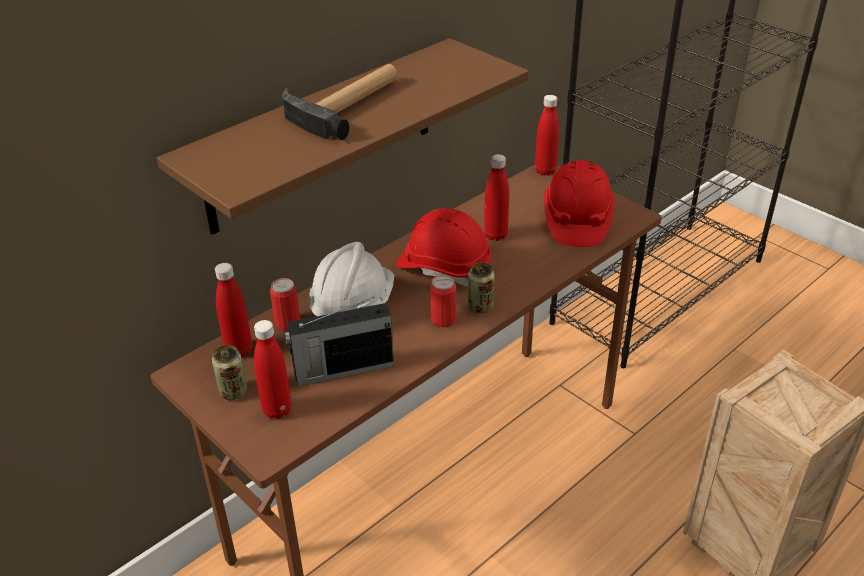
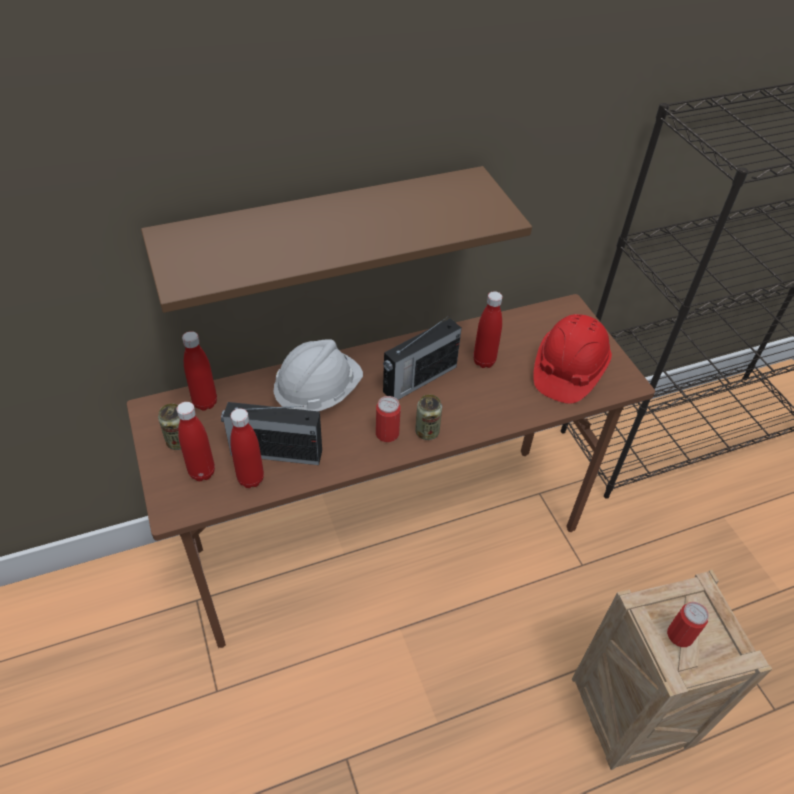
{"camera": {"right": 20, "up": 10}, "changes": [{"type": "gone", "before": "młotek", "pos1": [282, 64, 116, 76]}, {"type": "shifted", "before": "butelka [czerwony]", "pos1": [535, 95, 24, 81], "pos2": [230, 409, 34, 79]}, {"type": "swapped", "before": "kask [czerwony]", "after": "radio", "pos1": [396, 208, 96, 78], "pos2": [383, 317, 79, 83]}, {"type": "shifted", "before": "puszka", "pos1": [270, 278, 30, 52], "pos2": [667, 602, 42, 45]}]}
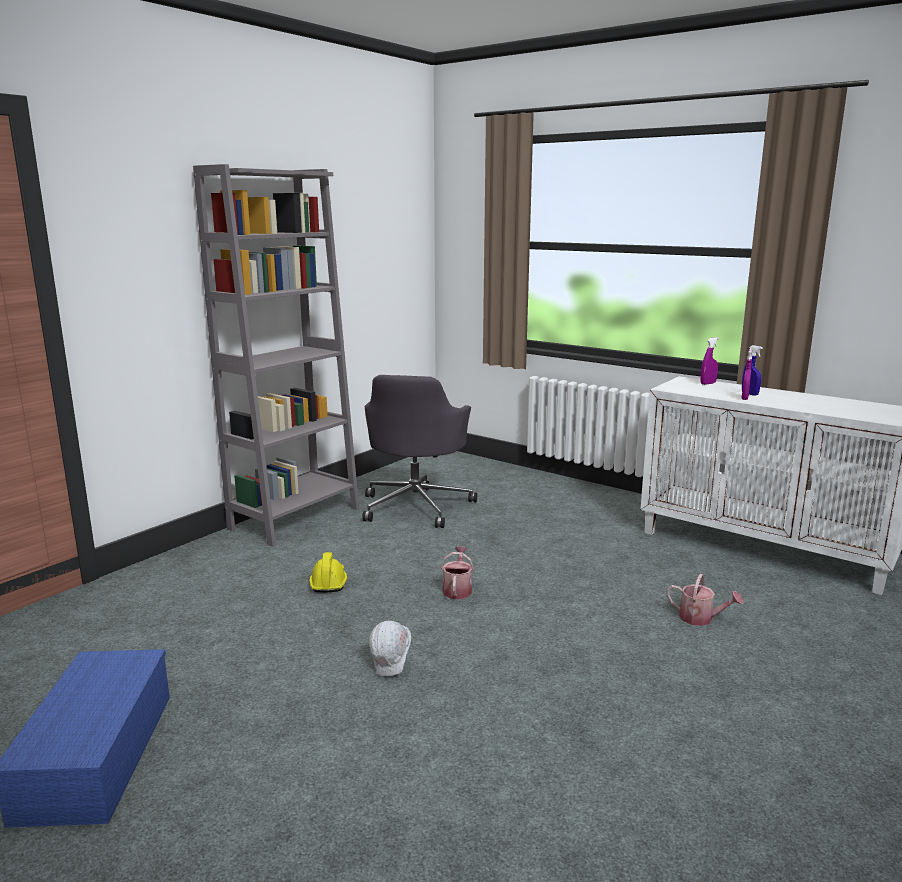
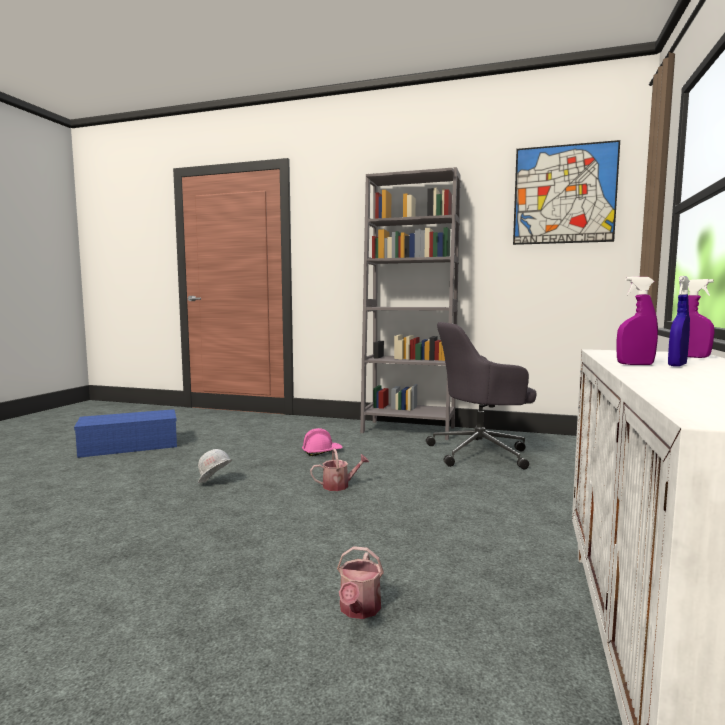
{"camera": {"right": 70, "up": -10}, "changes": [{"type": "repainted", "before": "kask [żółty]", "after": "kask [różowy]", "pos1": [309, 552, 38, 40], "pos2": [302, 428, 41, 28]}, {"type": "new", "after": "obraz", "pos2": [513, 140, 107, 105]}]}
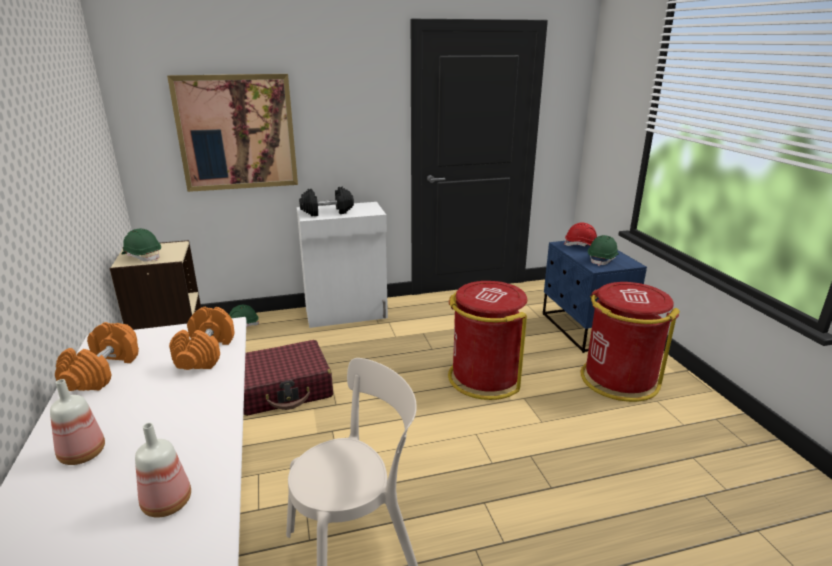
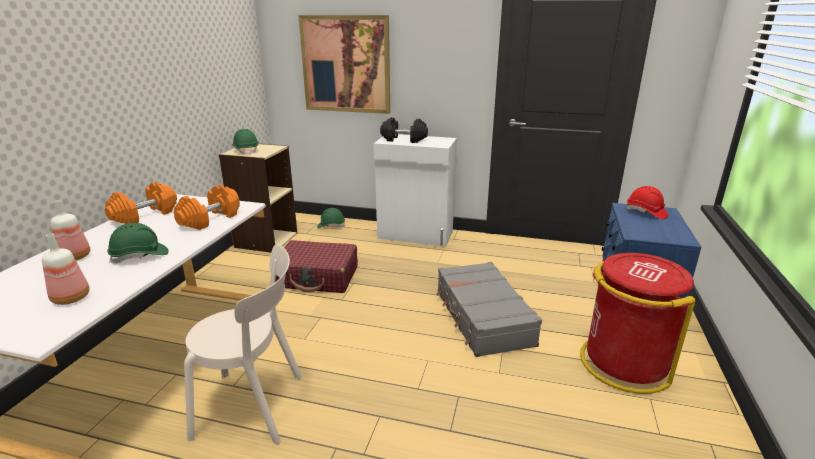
{"camera": {"right": 30, "up": 0}, "changes": [{"type": "shifted", "before": "kask [zielony]", "pos1": [588, 235, 31, 31], "pos2": [107, 223, 62, 41]}, {"type": "swapped", "before": "kosz na śmieci [czerwony]", "after": "walizka [szary]", "pos1": [448, 281, 79, 119], "pos2": [437, 262, 105, 95]}]}
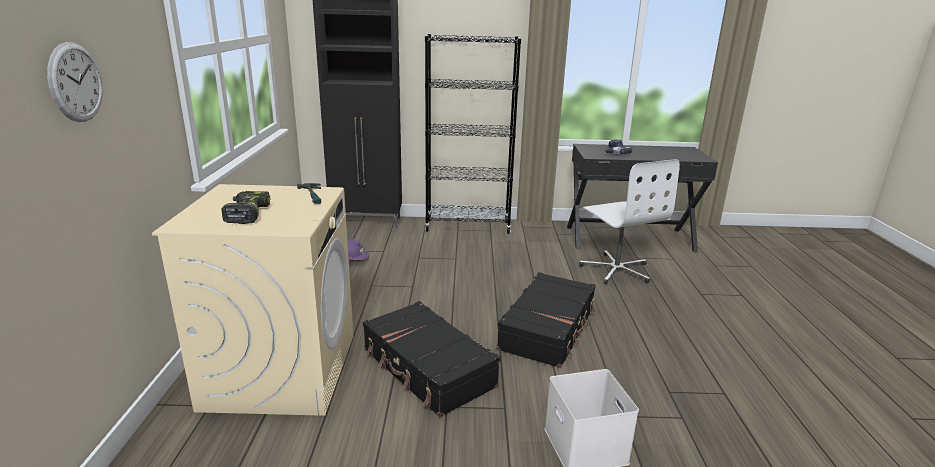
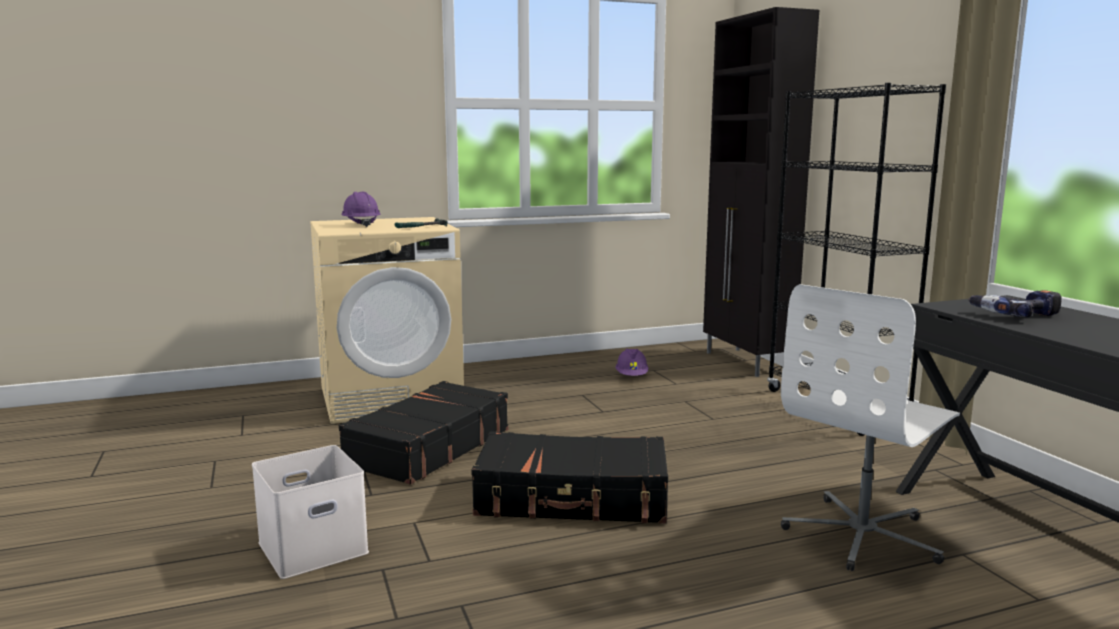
{"camera": {"right": 70, "up": -10}, "changes": [{"type": "gone", "before": "zegar ścienny", "pos1": [47, 42, 56, 80]}, {"type": "swapped", "before": "wiertarka", "after": "kask [fioletowy]", "pos1": [221, 191, 49, 33], "pos2": [342, 191, 38, 36]}]}
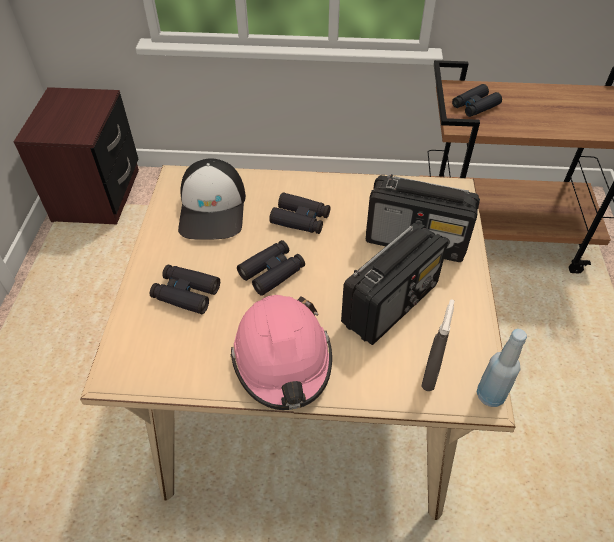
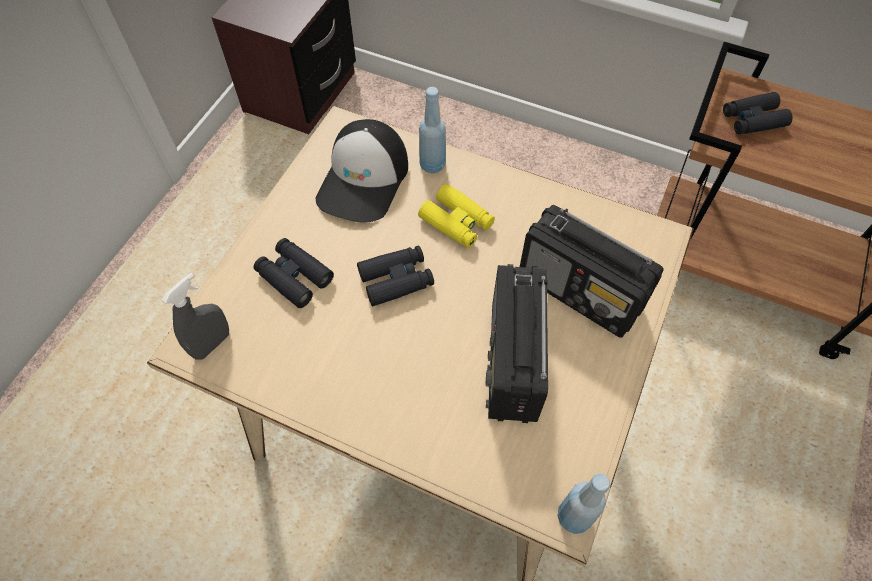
{"camera": {"right": 20, "up": 10}, "changes": [{"type": "repainted", "before": "lornetka [czarny]", "after": "lornetka [żółty]", "pos1": [269, 192, 61, 42], "pos2": [418, 184, 77, 64]}, {"type": "rotated", "before": "radio", "pos1": [341, 223, 107, 122], "pos2": [486, 264, 62, 159], "turn": 120}, {"type": "gone", "before": "kask [różowy]", "pos1": [231, 295, 101, 115]}, {"type": "shifted", "before": "spryskiwacz [szary]", "pos1": [421, 299, 33, 92], "pos2": [162, 273, 67, 87]}, {"type": "new", "after": "butelka [niebieski]", "pos2": [419, 87, 27, 86]}]}
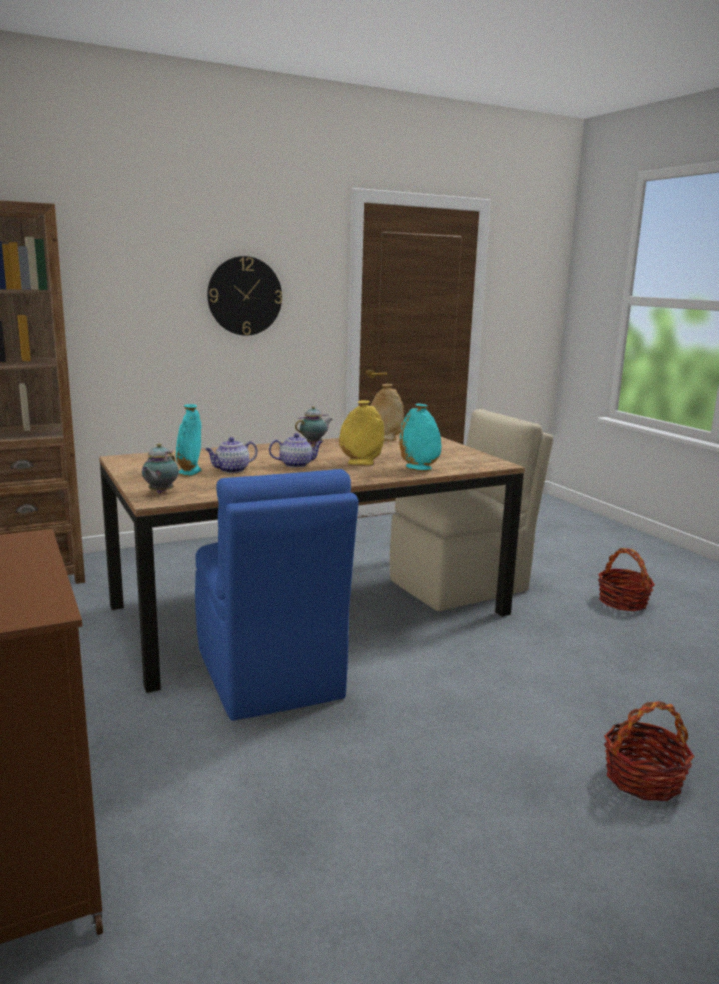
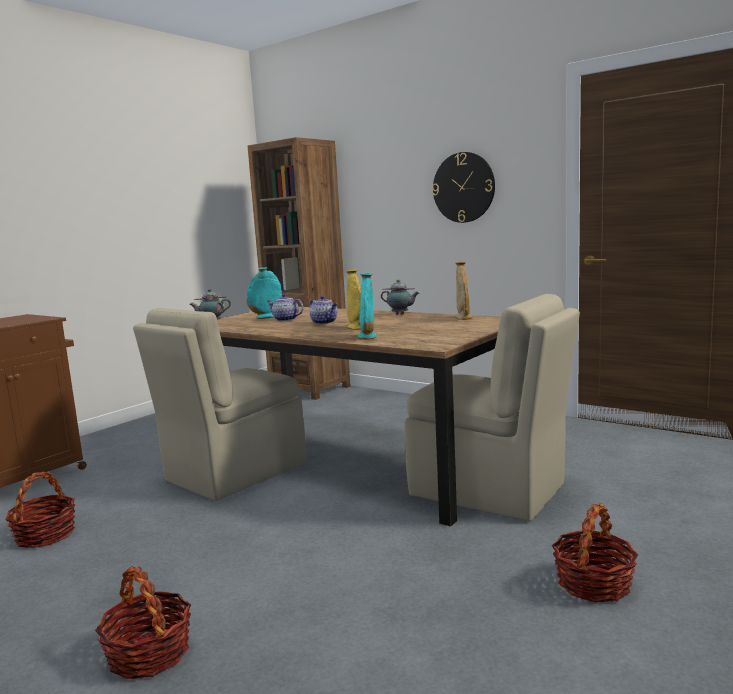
{"camera": {"right": 65, "up": -5}, "changes": [{"type": "repainted", "before": "krzesło [niebieski]", "after": "krzesło [beżowy]", "pos1": [195, 469, 163, 252], "pos2": [133, 308, 173, 193]}, {"type": "new", "after": "koszyk", "pos2": [5, 472, 70, 76]}]}
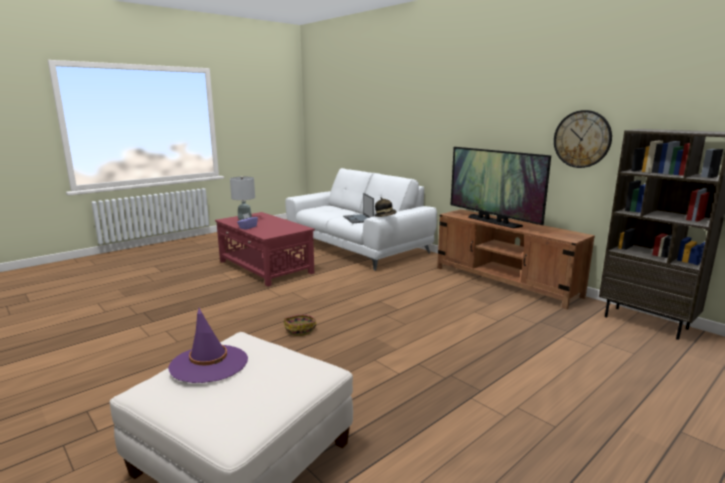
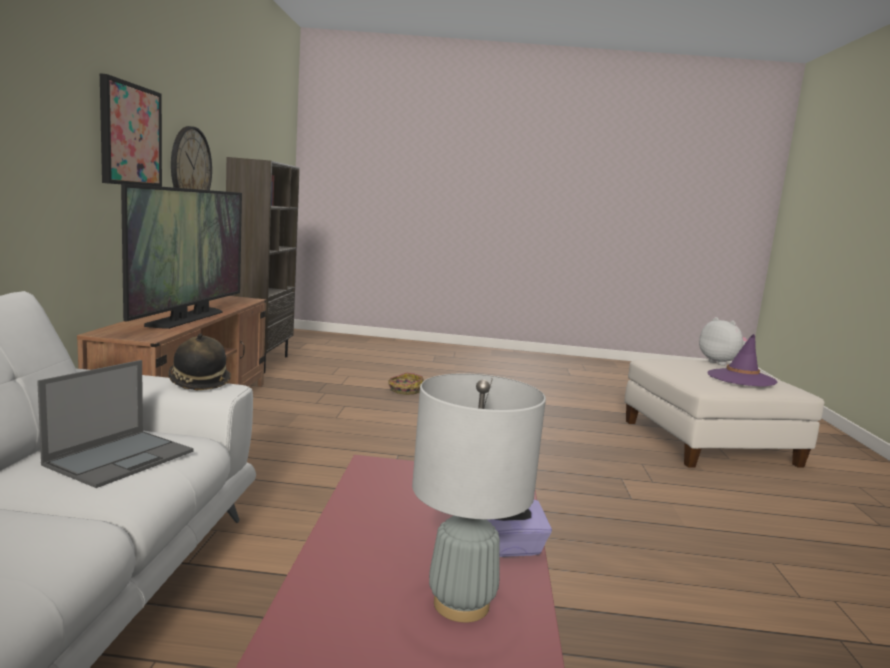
{"camera": {"right": -135, "up": -5}, "changes": [{"type": "shifted", "before": "koszyk", "pos1": [284, 315, 32, 21], "pos2": [388, 373, 36, 22]}, {"type": "new", "after": "obraz", "pos2": [100, 73, 62, 114]}, {"type": "new", "after": "pluszak", "pos2": [699, 317, 48, 49]}]}
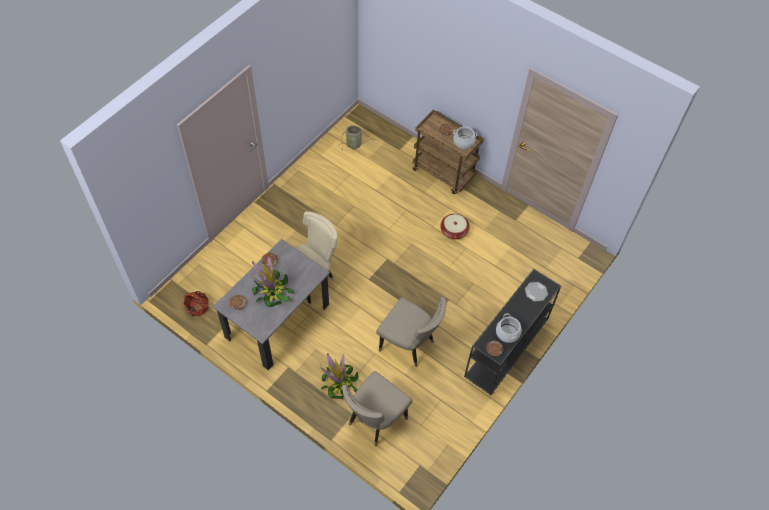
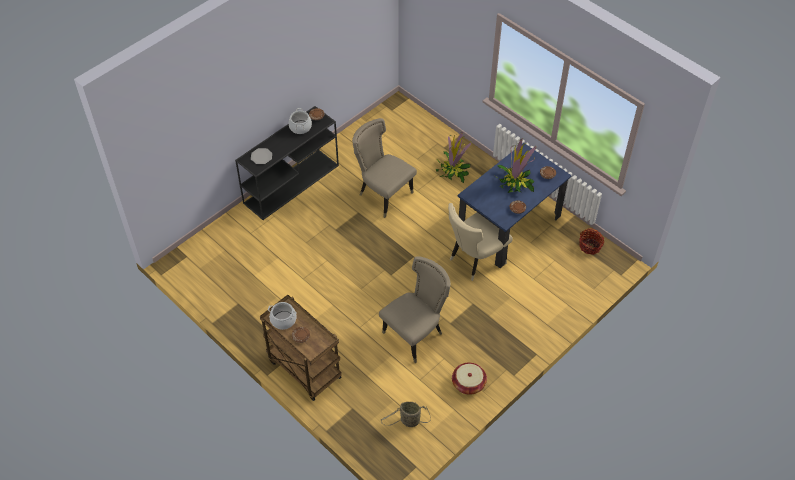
{"camera": {"right": -170, "up": -5}, "changes": [{"type": "shifted", "before": "koszyk", "pos1": [440, 214, 30, 25], "pos2": [452, 363, 35, 32]}, {"type": "repainted", "before": "stół jadalny [szary]", "after": "stół jadalny [niebieski]", "pos1": [213, 239, 117, 131], "pos2": [458, 143, 114, 125]}, {"type": "shifted", "before": "krzesło [beżowy]", "pos1": [342, 371, 70, 75], "pos2": [379, 256, 72, 107]}]}
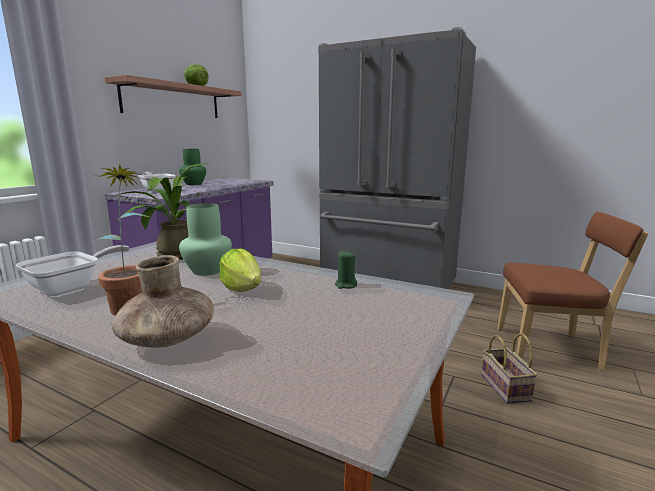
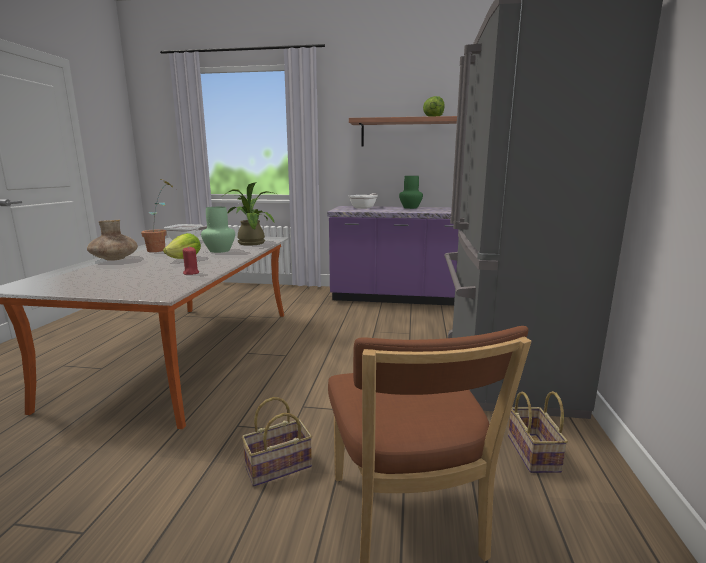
{"camera": {"right": 70, "up": 0}, "changes": [{"type": "repainted", "before": "świeca [zielony]", "after": "świeca [czerwony]", "pos1": [335, 250, 22, 39], "pos2": [183, 246, 16, 29]}, {"type": "new", "after": "koszyk", "pos2": [508, 391, 60, 82]}]}
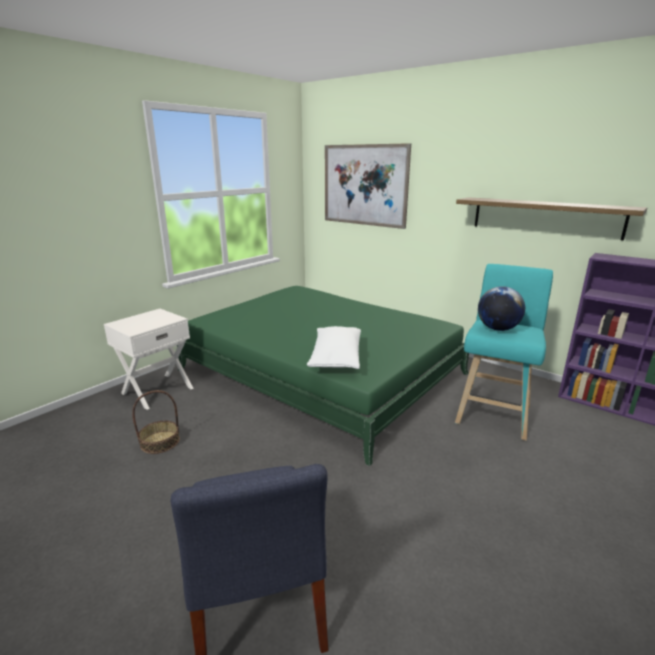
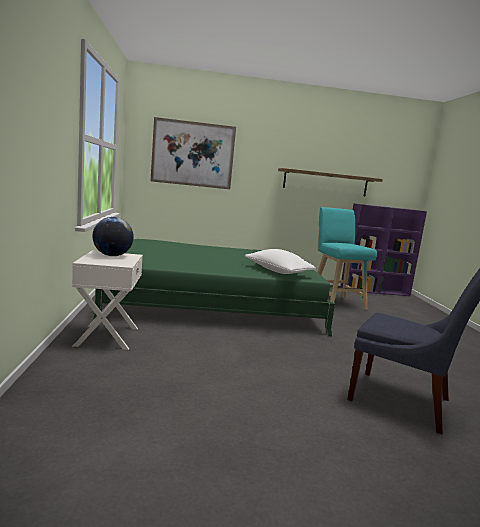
{"camera": {"right": -45, "up": -10}, "changes": [{"type": "shifted", "before": "globus", "pos1": [478, 286, 47, 45], "pos2": [92, 217, 42, 39]}, {"type": "gone", "before": "koszyk", "pos1": [132, 390, 48, 64]}]}
